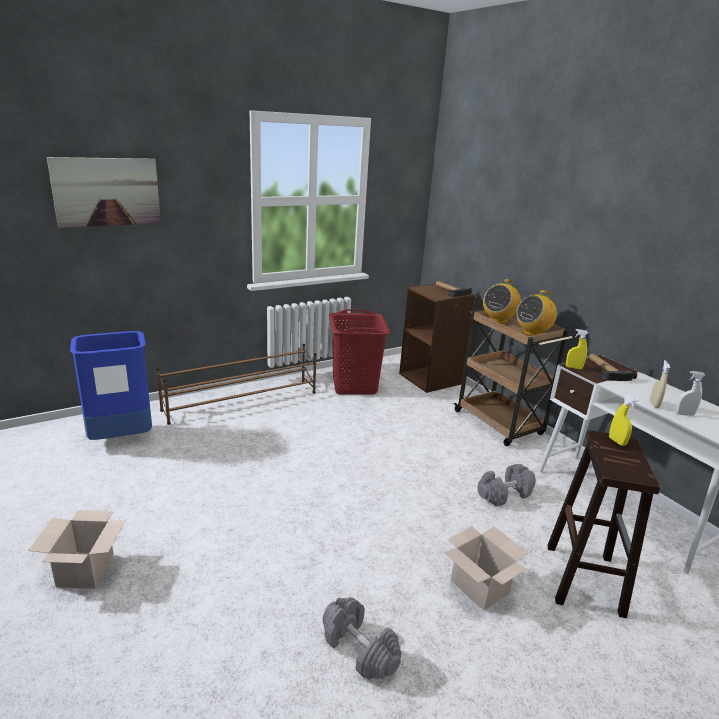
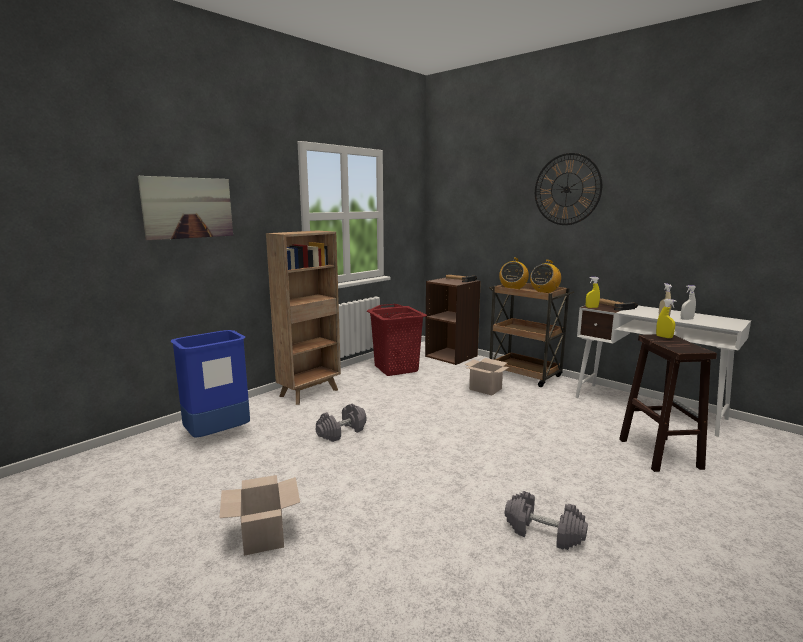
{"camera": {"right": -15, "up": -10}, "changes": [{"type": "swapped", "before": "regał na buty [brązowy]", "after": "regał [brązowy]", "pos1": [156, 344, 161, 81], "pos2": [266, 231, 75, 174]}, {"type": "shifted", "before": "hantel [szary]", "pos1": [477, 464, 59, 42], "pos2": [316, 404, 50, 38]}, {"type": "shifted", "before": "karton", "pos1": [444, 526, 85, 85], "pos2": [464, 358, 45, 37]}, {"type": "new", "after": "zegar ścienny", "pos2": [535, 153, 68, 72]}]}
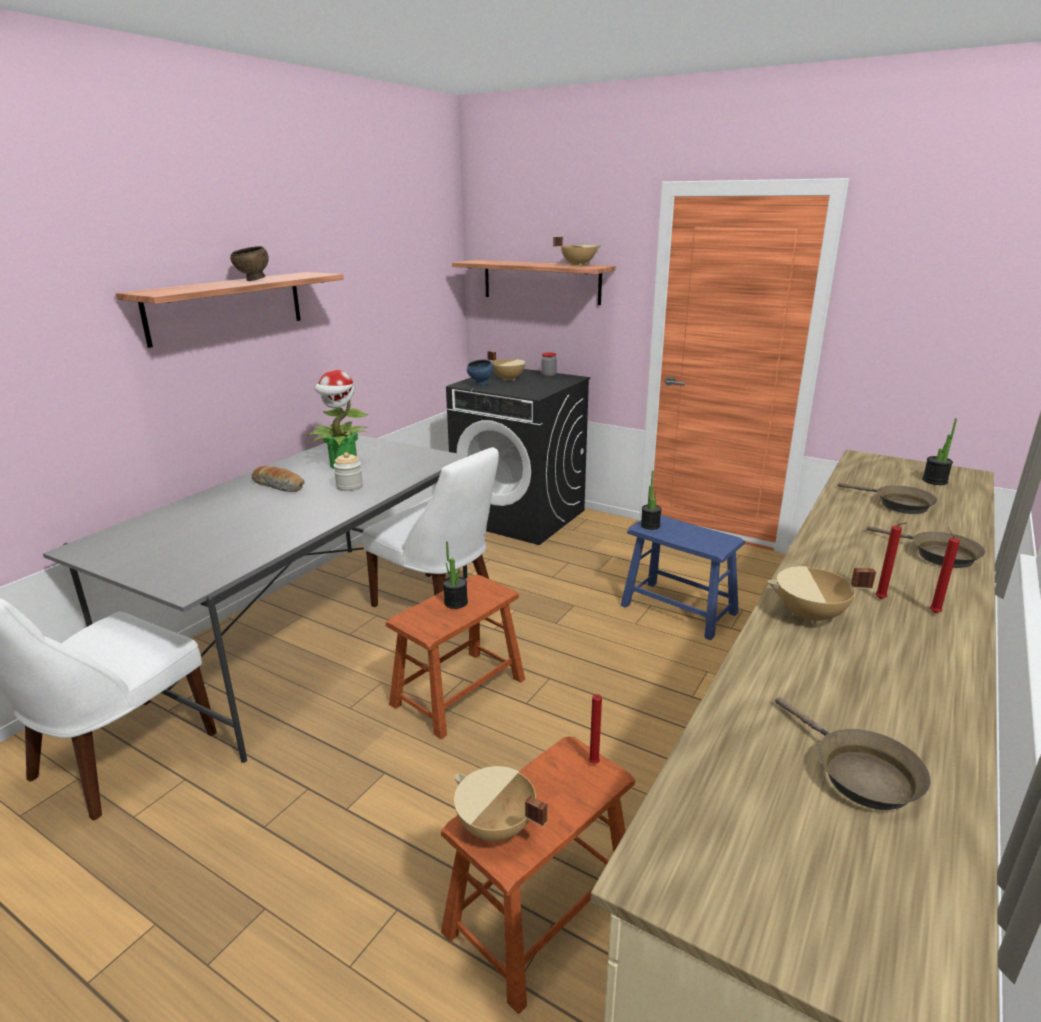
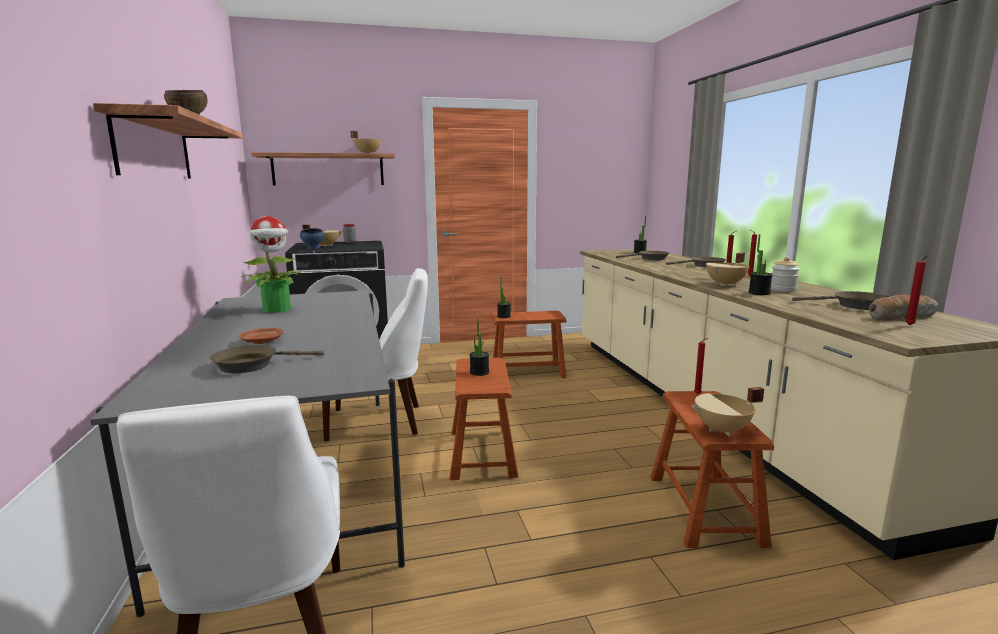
{"camera": {"right": -45, "up": -10}, "changes": [{"type": "shifted", "before": "słoik", "pos1": [333, 452, 30, 39], "pos2": [771, 257, 29, 35]}, {"type": "shifted", "before": "chleb", "pos1": [252, 466, 53, 26], "pos2": [869, 294, 69, 26]}, {"type": "repainted", "before": "stołek [niebieski]", "after": "stołek [brązowy]", "pos1": [621, 515, 124, 125], "pos2": [491, 311, 76, 67]}, {"type": "new", "after": "roślina doniczkowa", "pos2": [749, 234, 24, 61]}, {"type": "new", "after": "świeca [czerwony]", "pos2": [905, 255, 23, 70]}, {"type": "new", "after": "talerz [brązowy]", "pos2": [239, 328, 45, 16]}, {"type": "new", "after": "patelnia [brązowy]", "pos2": [210, 345, 114, 28]}]}
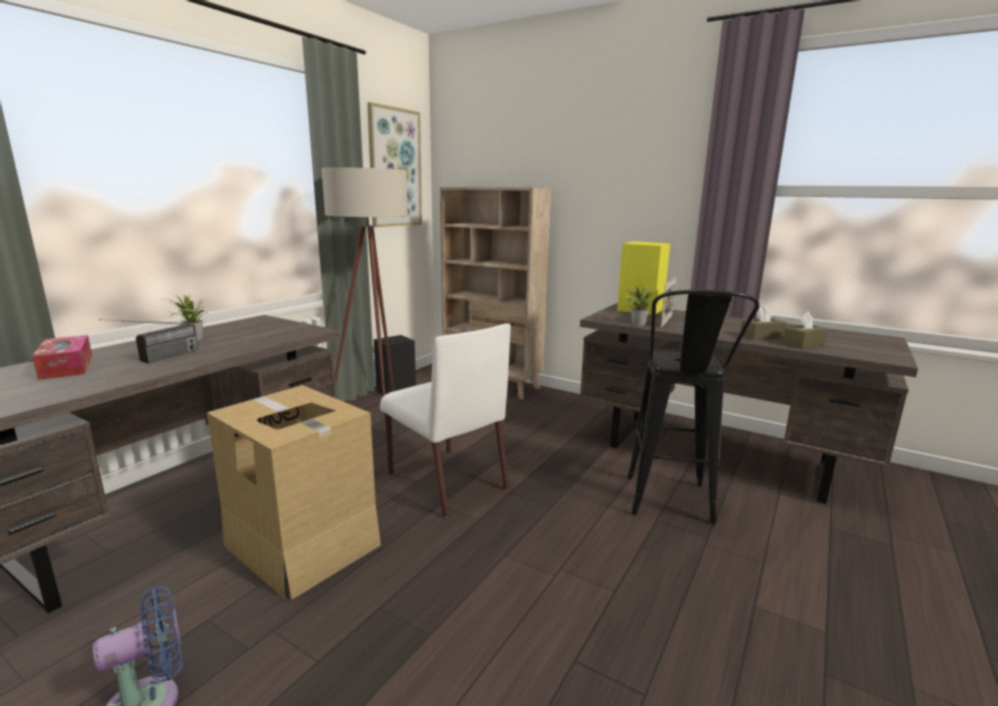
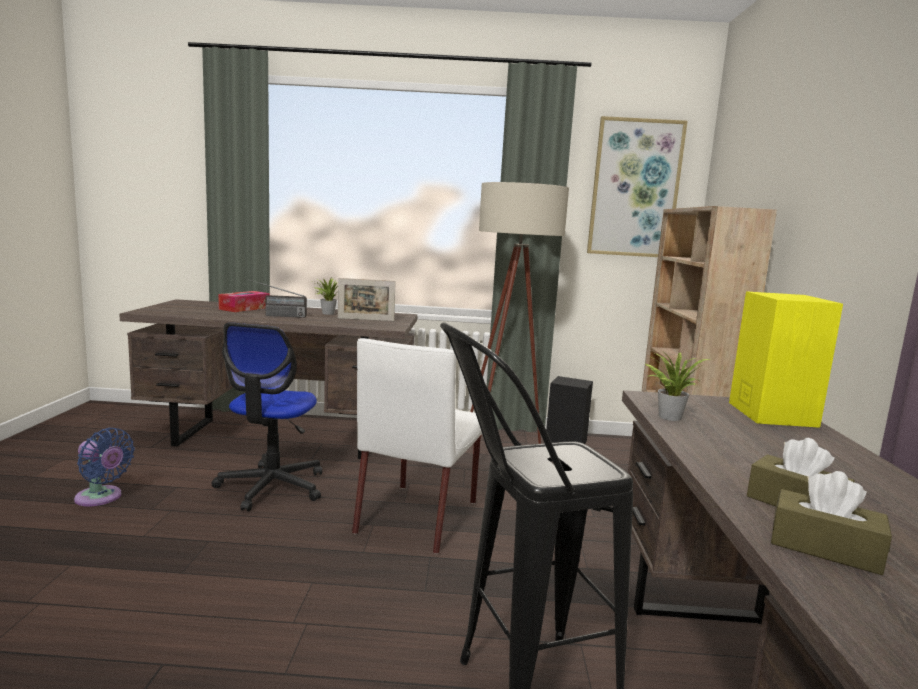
{"camera": {"right": 60, "up": -5}, "changes": [{"type": "shifted", "before": "ramka na zdjęcie", "pos1": [661, 277, 15, 51], "pos2": [338, 278, 58, 43]}, {"type": "swapped", "before": "karton", "after": "krzesło biurowe", "pos1": [207, 385, 174, 215], "pos2": [211, 322, 111, 189]}]}
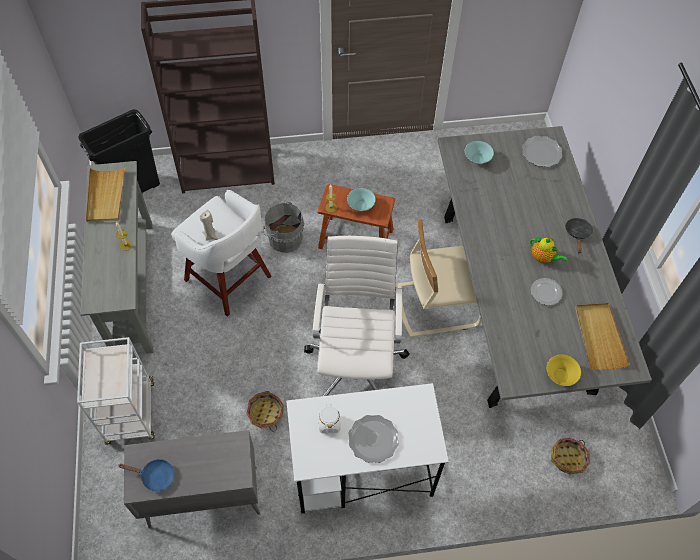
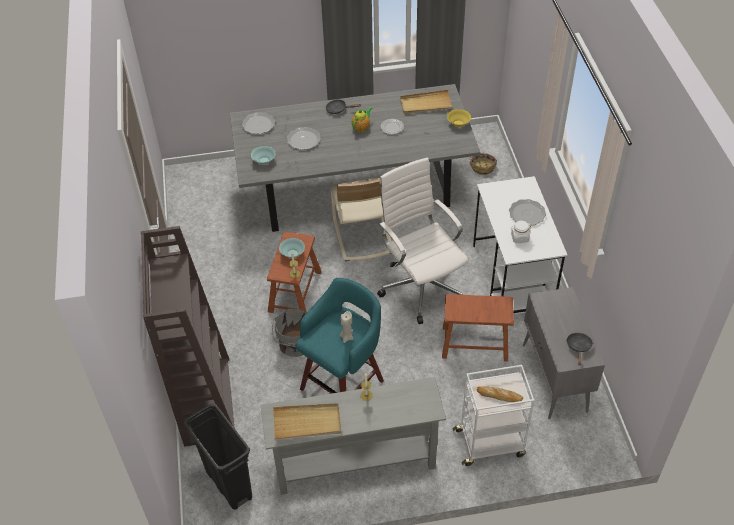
{"camera": {"right": -90, "up": -10}, "changes": [{"type": "repainted", "before": "stołek [biały]", "after": "stołek [turkusowy]", "pos1": [171, 190, 101, 127], "pos2": [295, 278, 89, 116]}, {"type": "rotated", "before": "krzesło biurowe [biały]", "pos1": [304, 236, 106, 160], "pos2": [377, 158, 91, 166], "turn": 60}, {"type": "swapped", "before": "koszyk", "after": "stołek [brązowy]", "pos1": [246, 391, 38, 41], "pos2": [442, 294, 72, 68]}, {"type": "repainted", "before": "patelnia [niebieski]", "after": "patelnia [czarny]", "pos1": [118, 459, 57, 33], "pos2": [566, 333, 27, 32]}, {"type": "new", "after": "talerz", "pos2": [287, 127, 34, 23]}, {"type": "new", "after": "chleb", "pos2": [477, 386, 46, 16]}]}
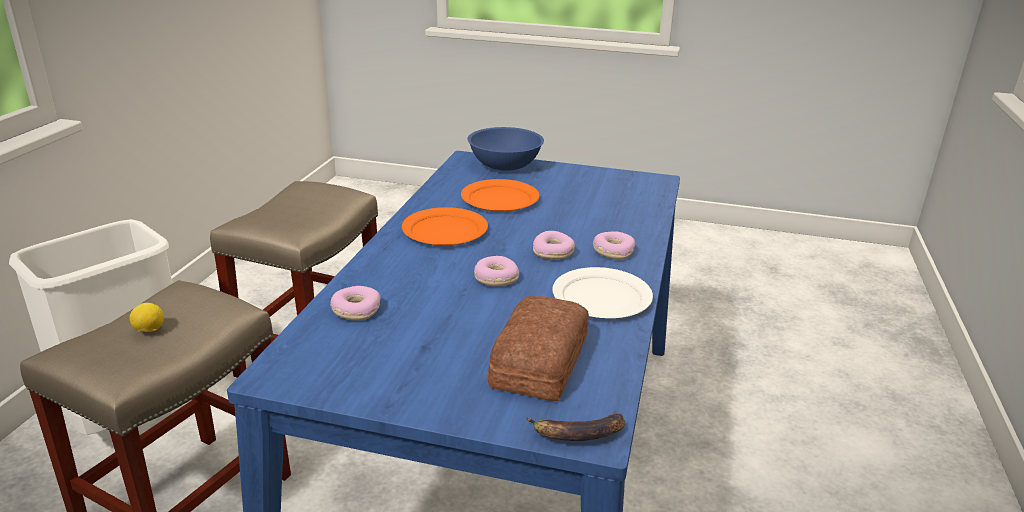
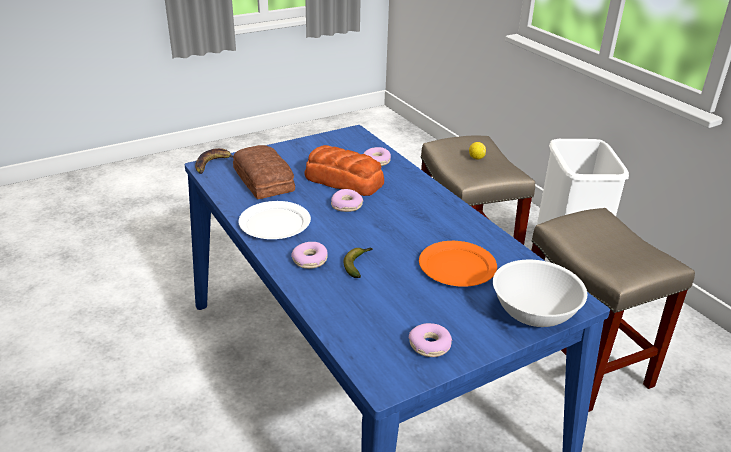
{"camera": {"right": 135, "up": 5}, "changes": [{"type": "repainted", "before": "miska [niebieski]", "after": "miska [biały]", "pos1": [467, 127, 77, 44], "pos2": [493, 260, 94, 67]}, {"type": "gone", "before": "talerz [pomarańczowy]", "pos1": [402, 207, 86, 39]}, {"type": "shifted", "before": "donut", "pos1": [533, 231, 42, 28], "pos2": [409, 323, 43, 34]}, {"type": "new", "after": "chleb", "pos2": [304, 145, 80, 51]}, {"type": "new", "after": "banan", "pos2": [344, 248, 29, 30]}]}
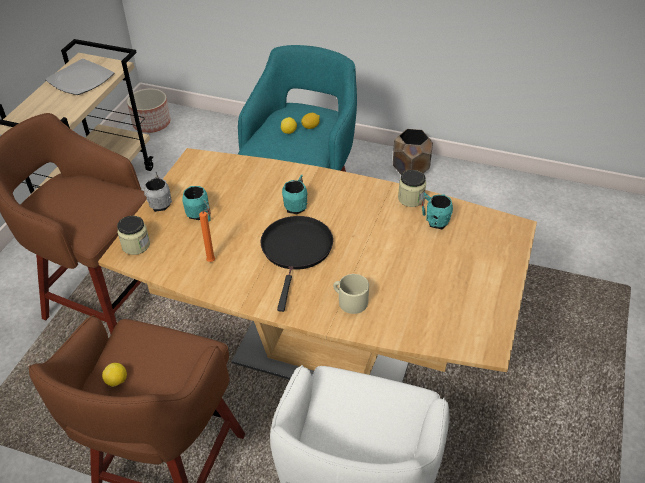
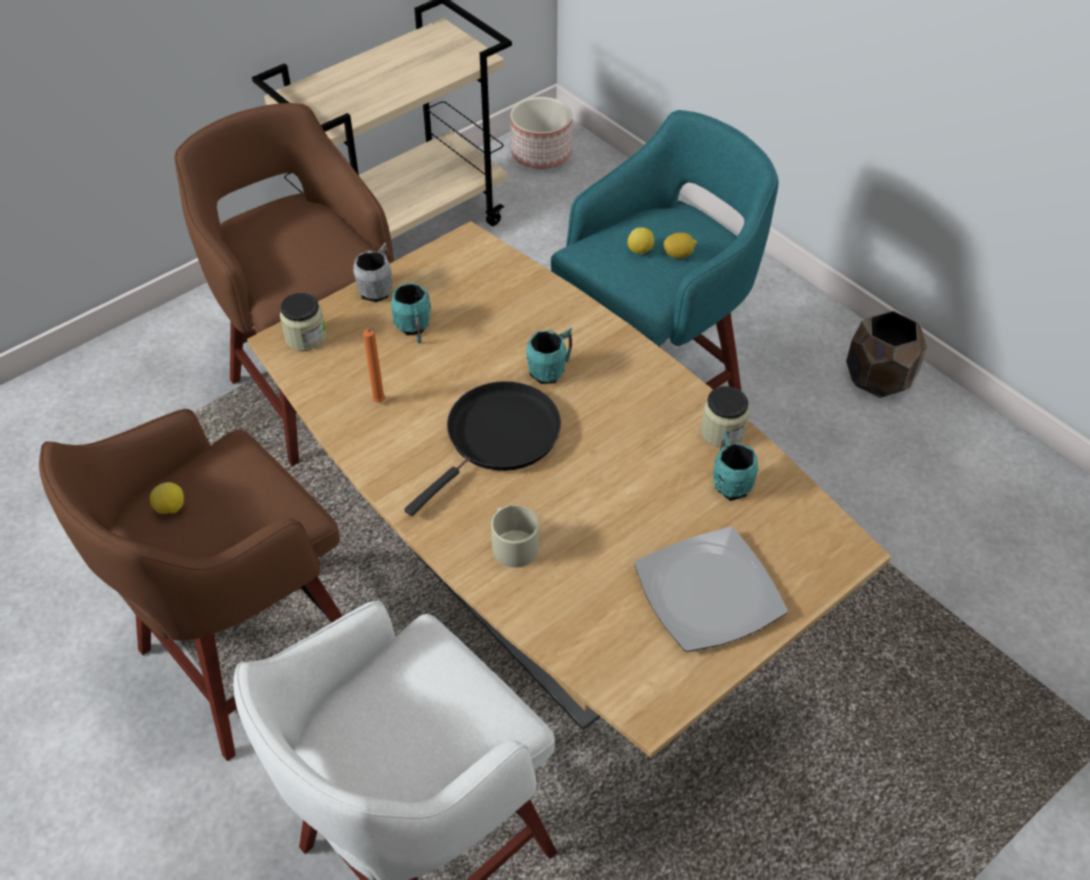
{"camera": {"right": 30, "up": 5}, "changes": [{"type": "shifted", "before": "talerz", "pos1": [45, 59, 69, 36], "pos2": [634, 526, 154, 126]}]}
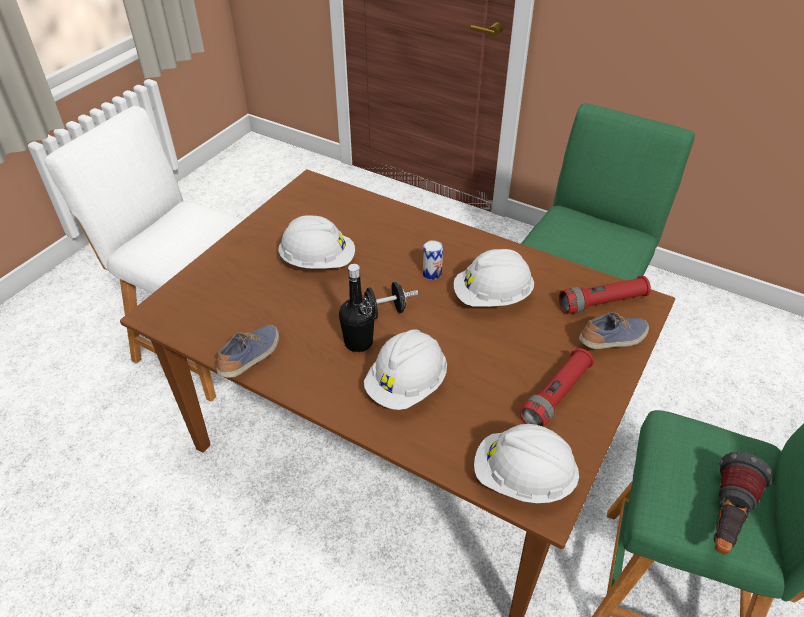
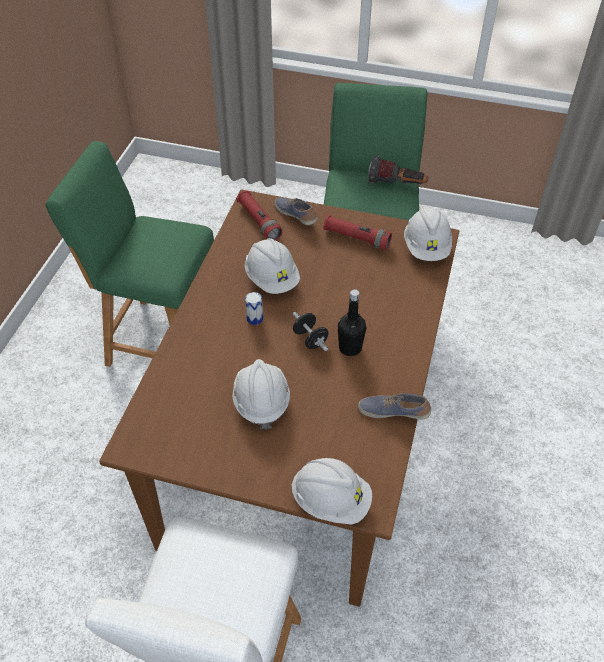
{"camera": {"right": -105, "up": 5}, "changes": [{"type": "shifted", "before": "kask [biały]", "pos1": [364, 329, 83, 81], "pos2": [291, 458, 81, 67]}]}
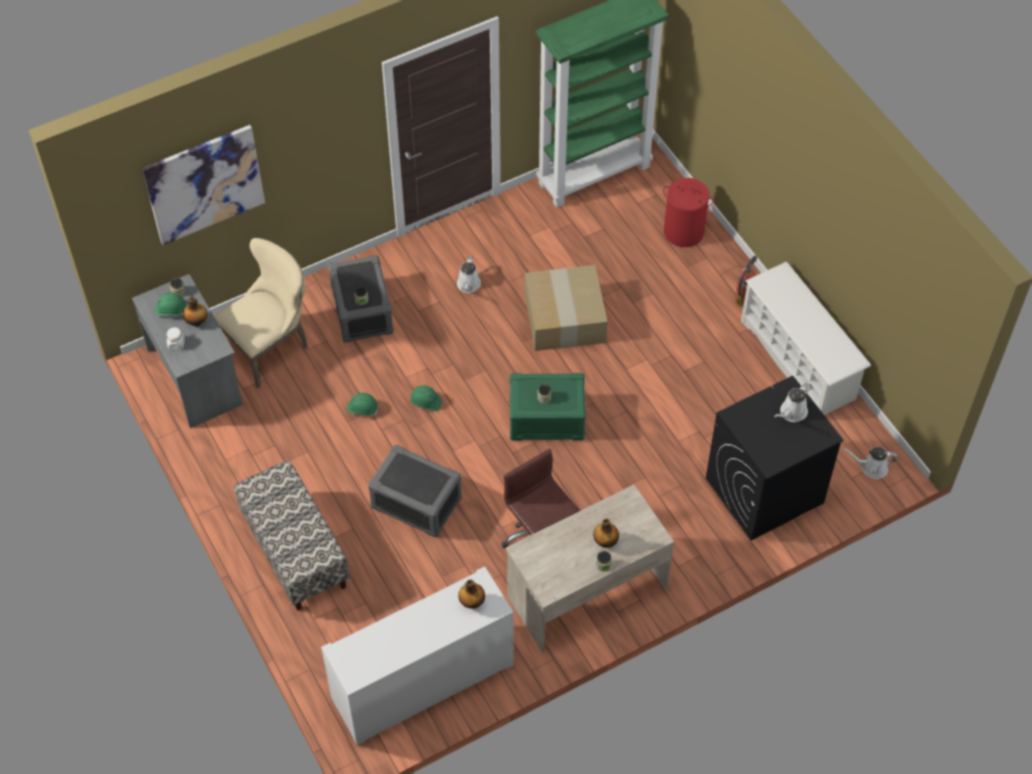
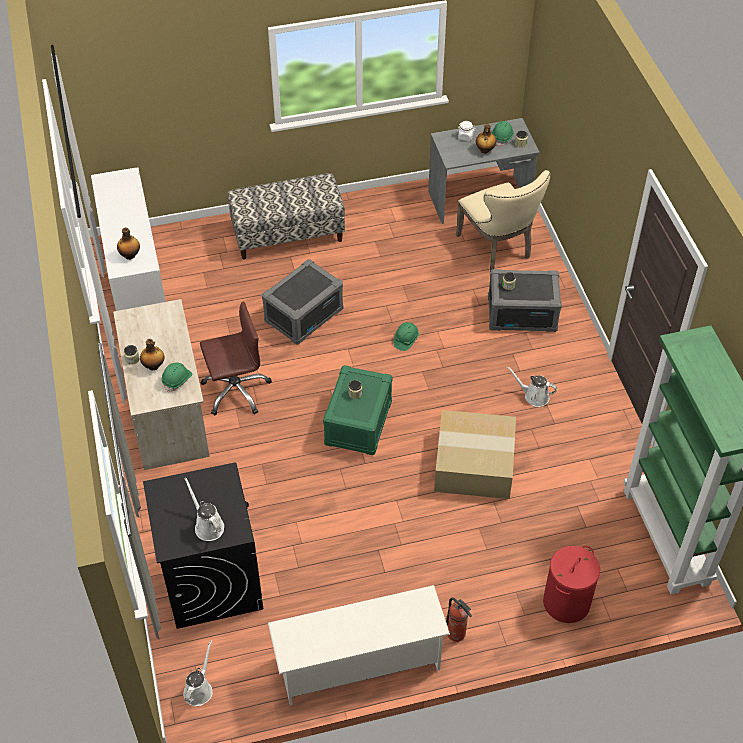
{"camera": {"right": 105, "up": -5}, "changes": [{"type": "gone", "before": "obraz", "pos1": [142, 125, 123, 120]}, {"type": "shifted", "before": "kask [zielony]", "pos1": [347, 393, 31, 23], "pos2": [162, 363, 30, 29]}]}
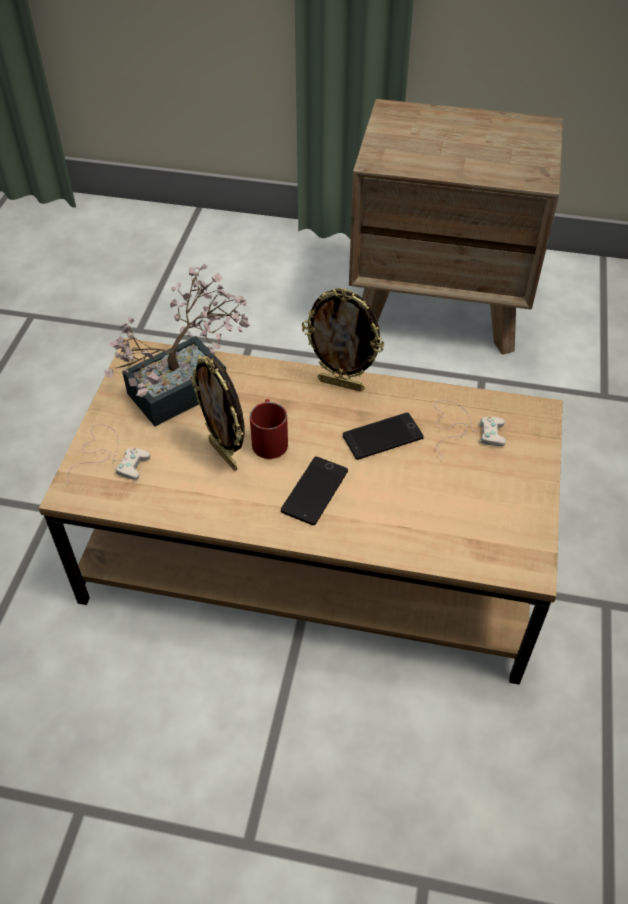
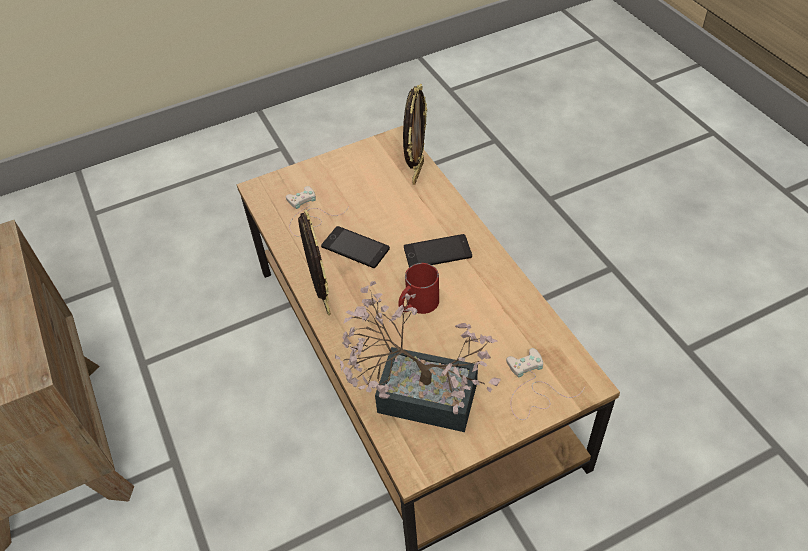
{"camera": {"right": -125, "up": 0}, "changes": [{"type": "shifted", "before": "ramka na zdjęcie", "pos1": [191, 355, 53, 116], "pos2": [403, 84, 24, 101]}]}
